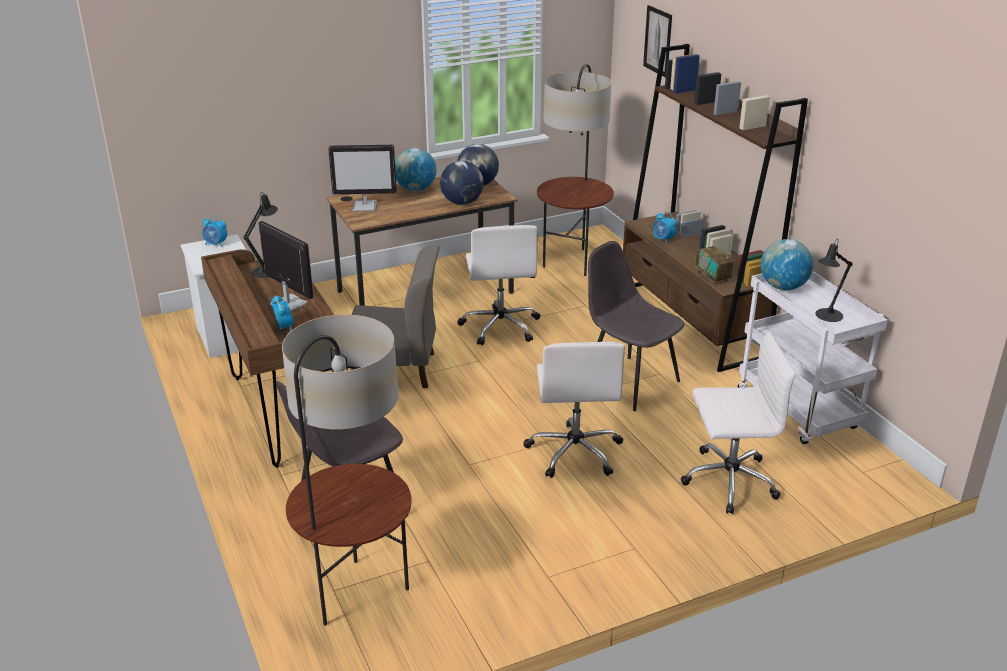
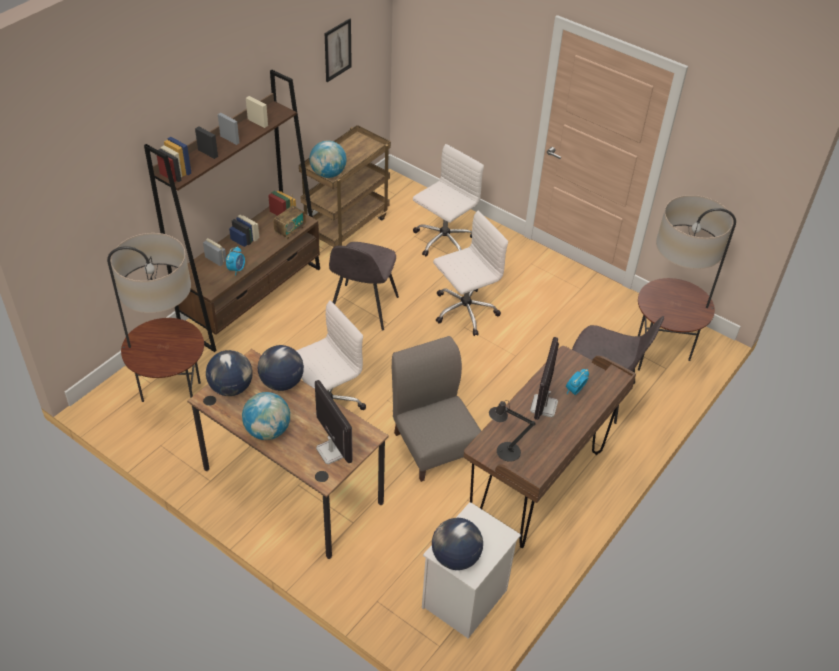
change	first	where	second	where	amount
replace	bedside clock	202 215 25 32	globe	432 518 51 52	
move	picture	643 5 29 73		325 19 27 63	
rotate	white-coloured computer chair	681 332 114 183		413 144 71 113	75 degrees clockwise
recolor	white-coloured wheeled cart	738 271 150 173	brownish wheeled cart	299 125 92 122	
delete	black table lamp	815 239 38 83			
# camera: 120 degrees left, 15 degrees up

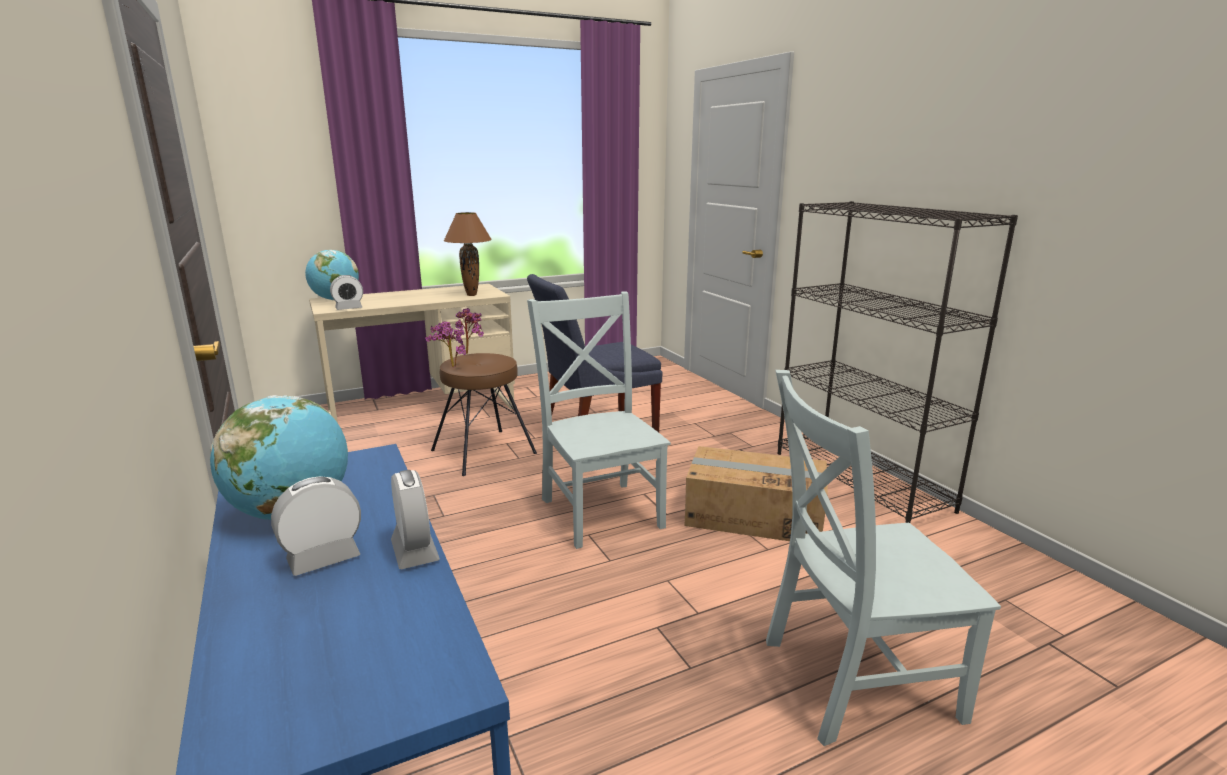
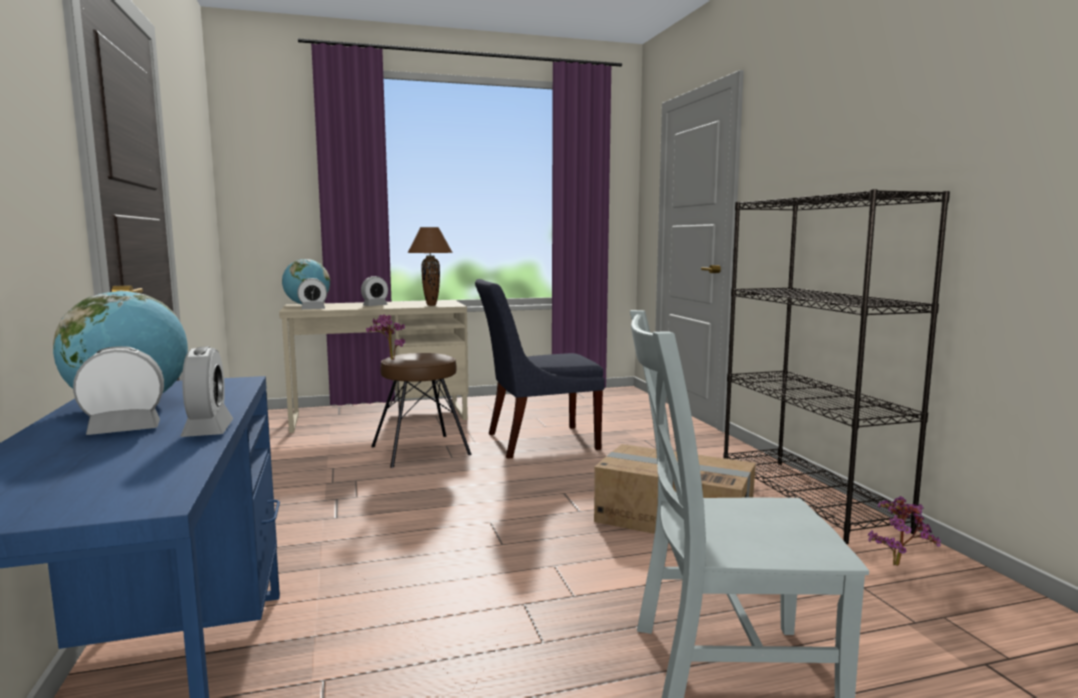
change	first	where	second	where	amount
move	houseplant	450 308 34 46		868 496 73 70	
delete	gray chair	527 291 144 258			
insert			bedside clock	361 276 27 30	
# camera: 10 degrees right, 10 degrees down

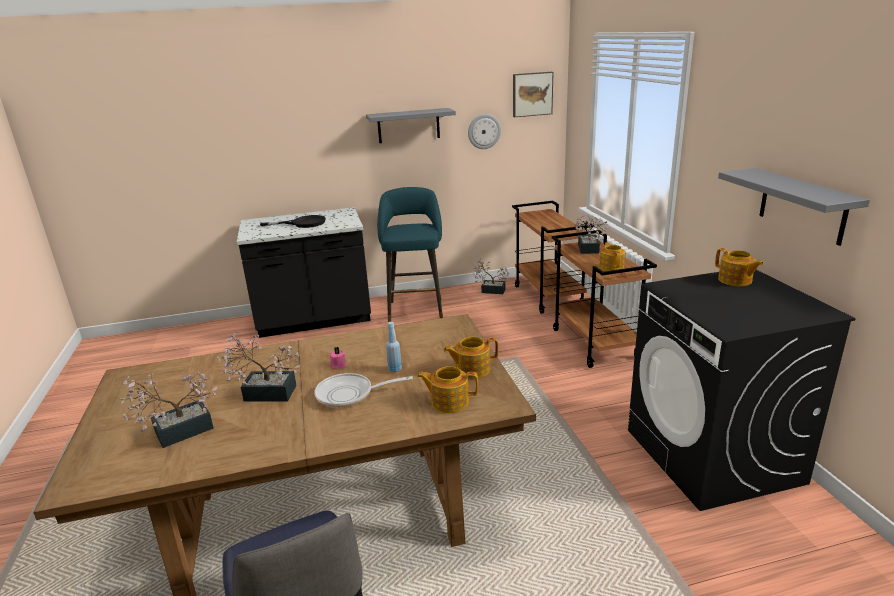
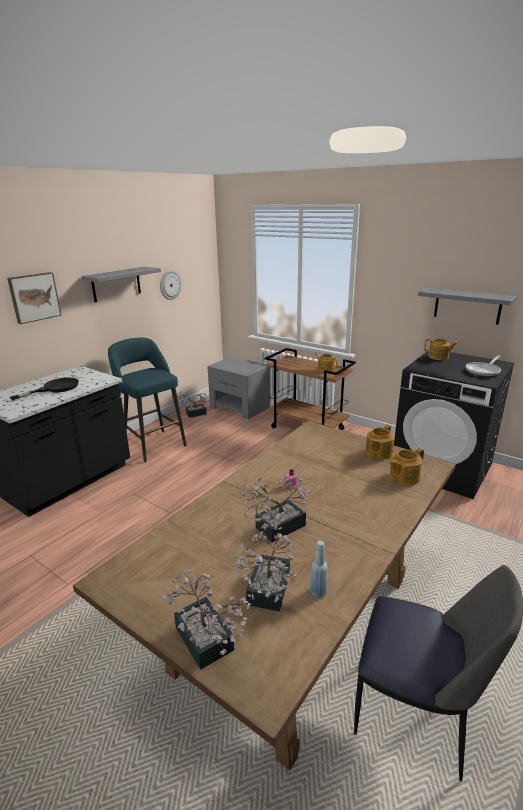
change	first	where	second	where	amount
move	skillet	315 373 98 35		466 355 35 21	
move	blue bottle	386 322 16 50		310 541 18 56	
replace	brownish wheeled cart	512 201 82 113	gray bedside table	207 357 63 63	
move	picture	513 72 40 45		7 272 54 52	
move	houseplant	575 215 34 39		162 570 89 100	
# camera: 40 degrees left, 0 degrees up

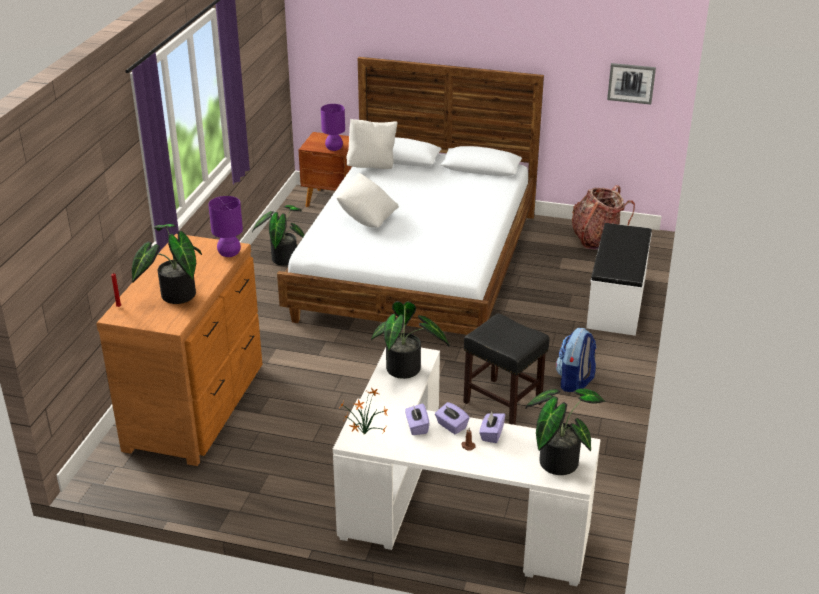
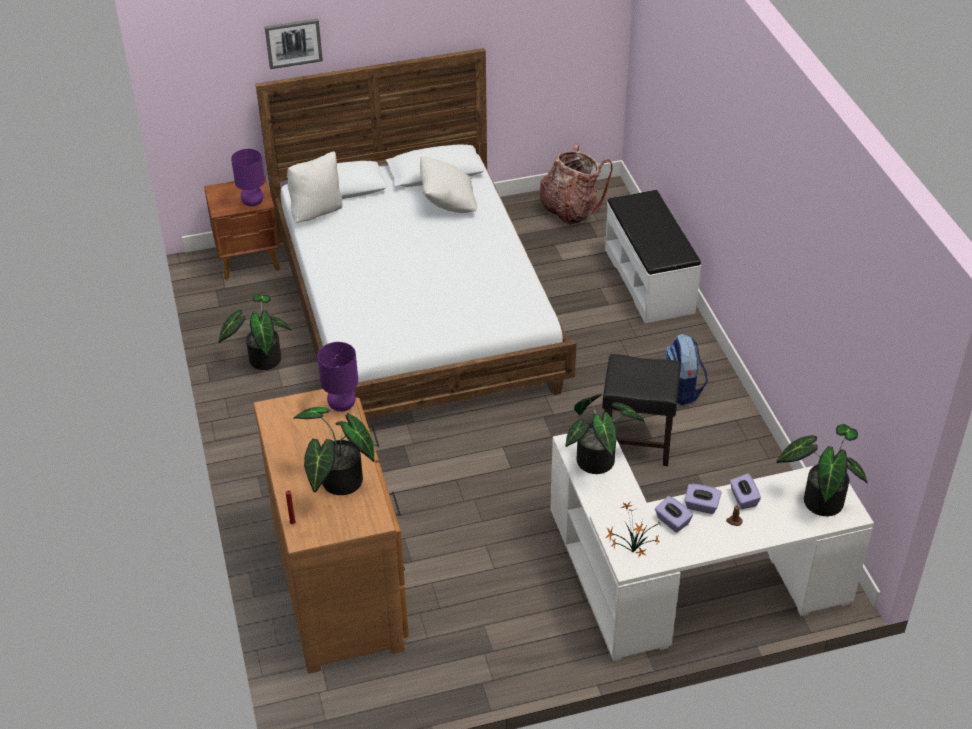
change	first	where	second	where	amount
move	white-coloured throw pillow	337 173 62 55		420 156 57 57	
move	picture	607 63 49 41		264 19 59 50	
# camera: 30 degrees left, 10 degrees up

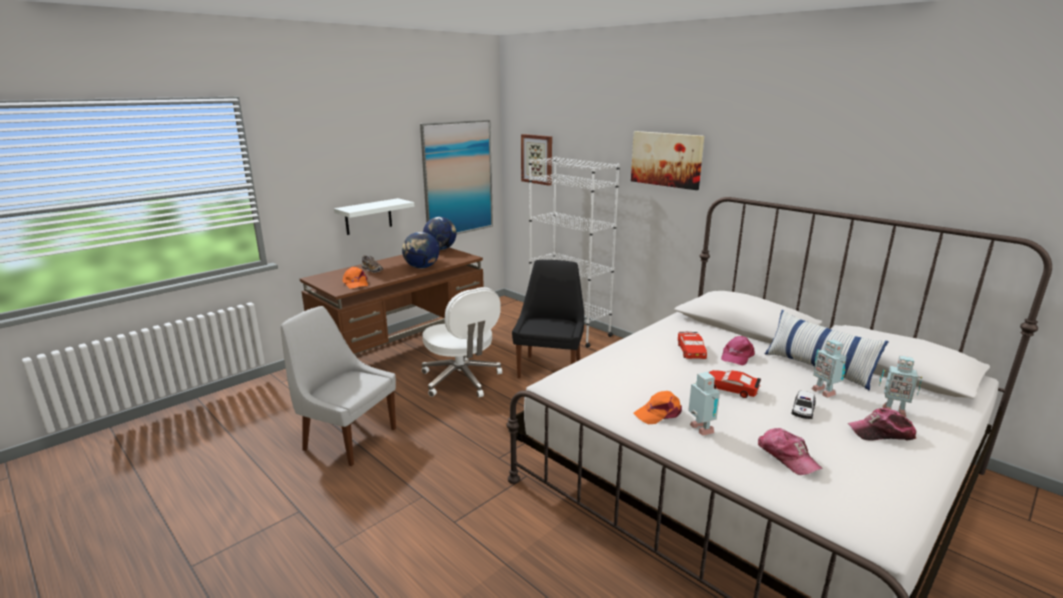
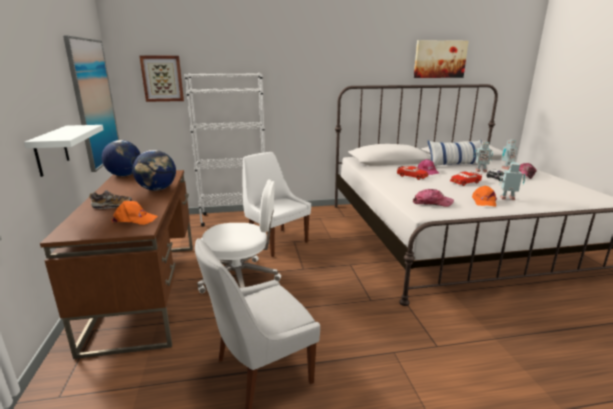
change	first	where	second	where	amount
recolor	black chair	512 260 72 118	white-coloured chair	243 152 68 105	
move	picture	631 131 73 59		414 40 54 38	
move	cap	758 428 65 47		413 189 41 18	
# camera: 55 degrees left, 0 degrees up

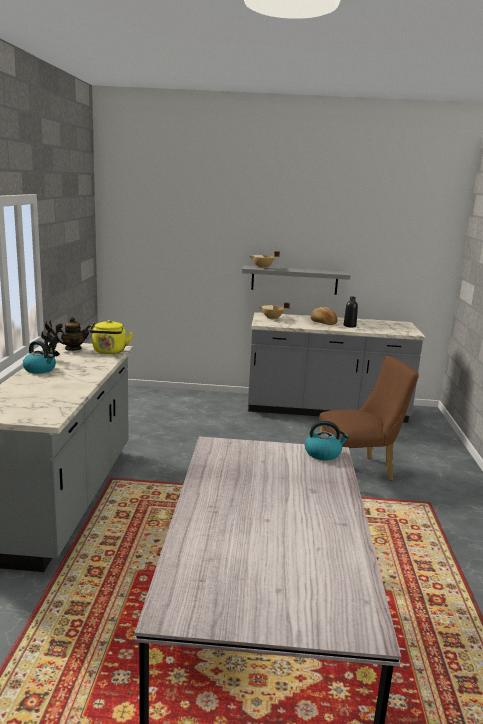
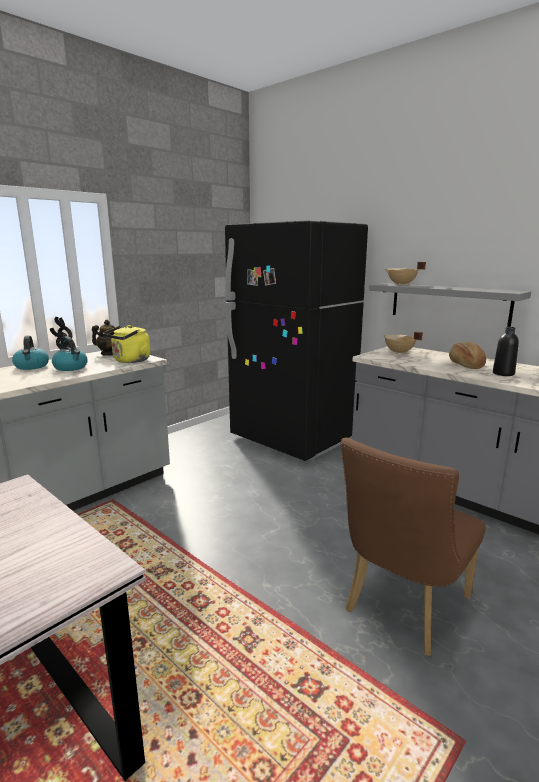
change	first	where	second	where	amount
move	water kettle	305 421 44 39		52 336 36 35	
rotate	brownish chair	319 356 100 125		341 438 144 218	105 degrees clockwise
insert			black refrigerator	225 220 143 241	
# camera: 40 degrees right, 0 degrees up

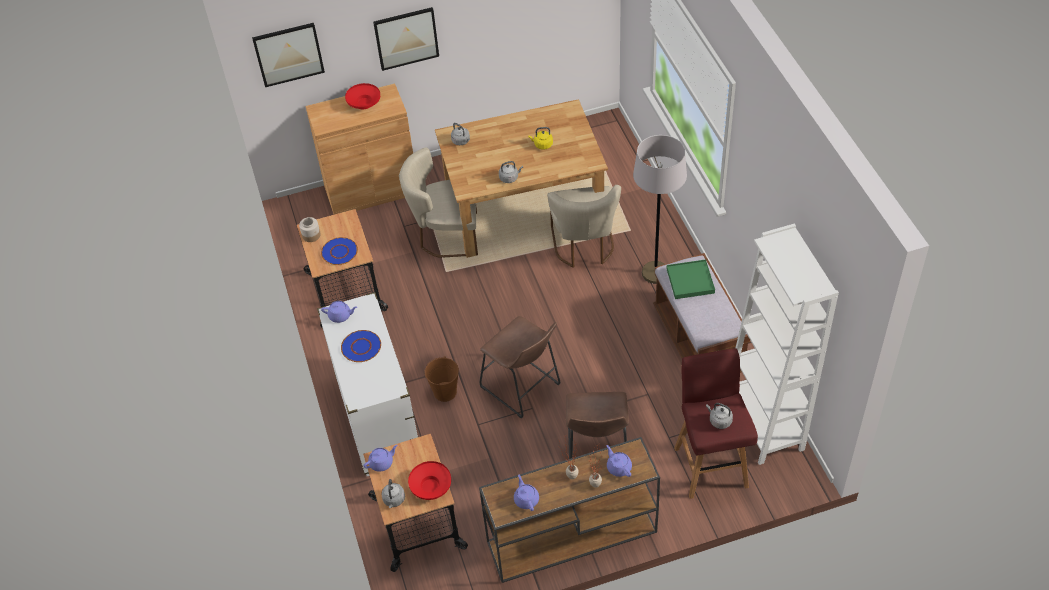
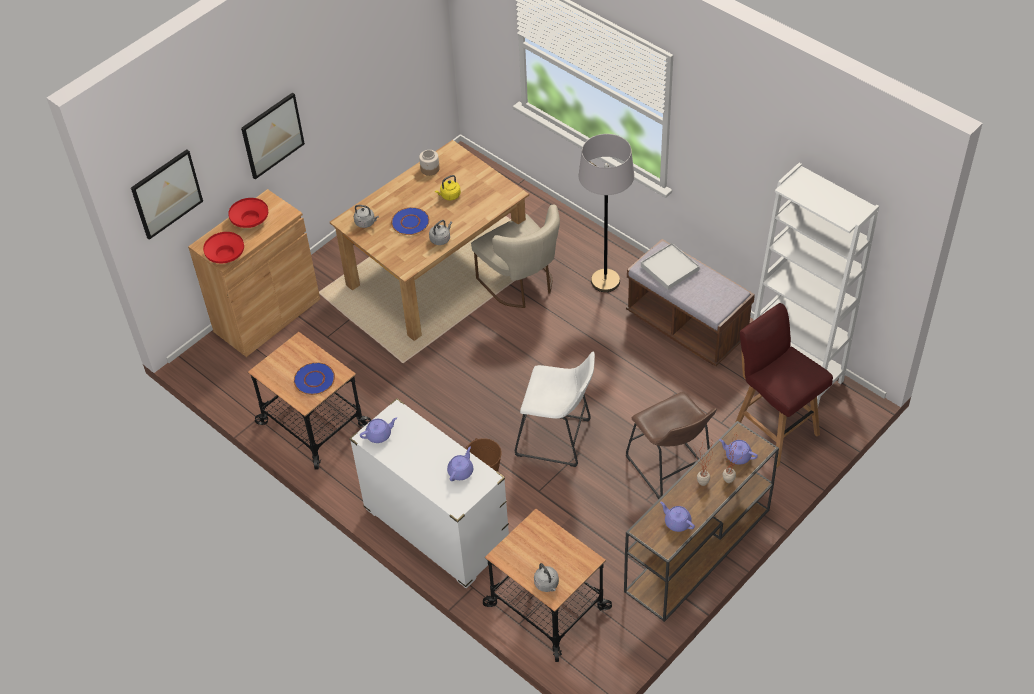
change	first	where	second	where	amount
move	preserve jar	299 217 22 25		419 150 21 26	
move	blue flat dish	341 330 40 32		391 207 39 28	
move	purple-coloured teapot	363 445 35 27		447 446 26 35	
delete	beige-coloured chair	399 147 79 111			
move	red deep dish	408 461 43 39		203 232 41 31	
recolor	brownish sitting stool	480 316 81 103	white-coloured sitting stool	515 351 80 116	
recolor	green tray	667 259 48 40	white-coloured tray	641 243 59 47	
delete	gray water kettle	706 403 27 26			
# camera: 30 degrees left, 0 degrees up

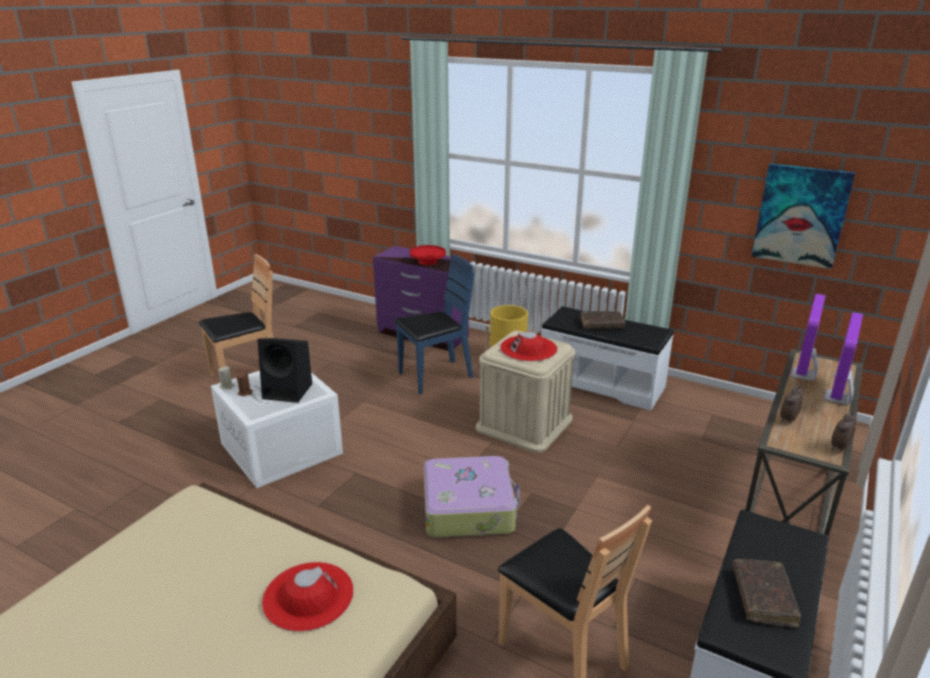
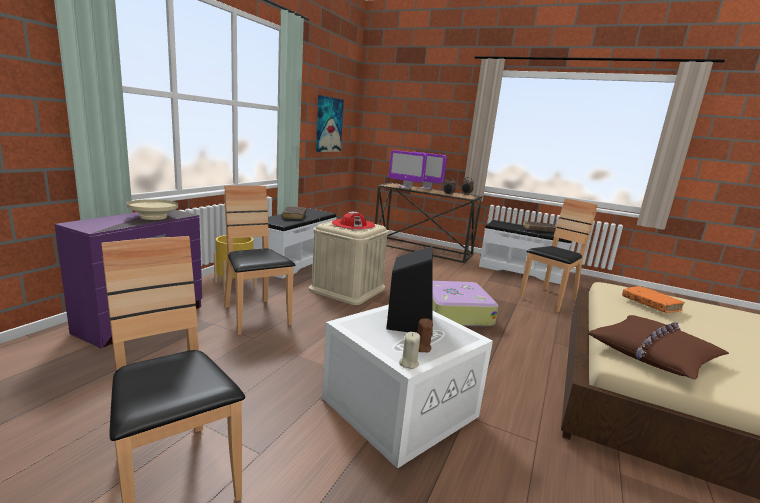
change	first	where	second	where	amount
replace	red wearable hat	262 562 92 70	orange bound book	622 286 63 27	
recolor	blue chair	394 254 81 140	brownish chair	224 185 71 150	
recolor	red deep dish	410 245 36 20	beige-coloured deep dish	127 199 51 21	
insert			brownish throw pillow	588 315 141 65	
# camera: 95 degrees left, 10 degrees down

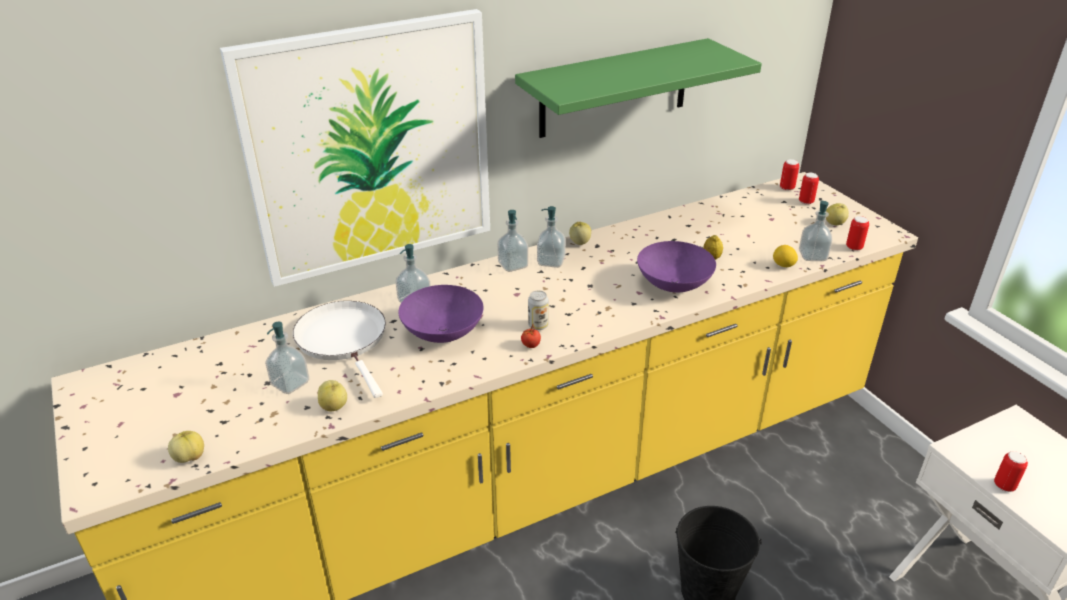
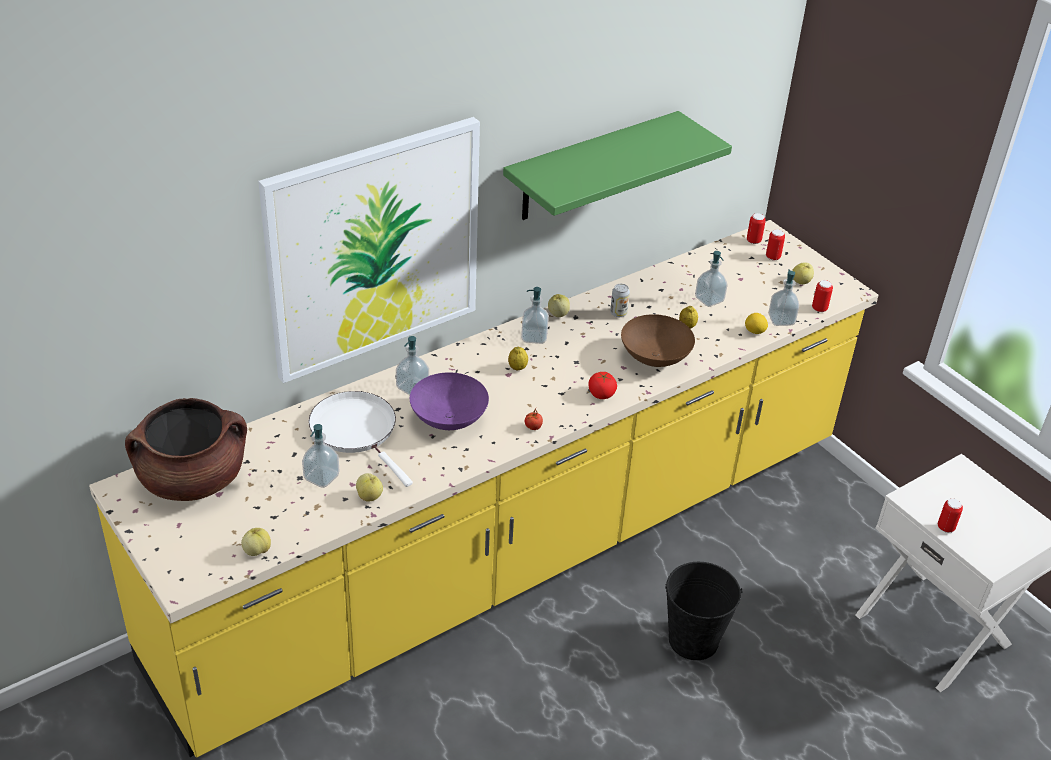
change	first	where	second	where	amount
move	soap bottle	497 210 31 62		695 251 33 56	
move	sealed can	528 290 21 40		610 284 20 33	
recolor	purple-coloured deep dish	637 241 79 52	brownish deep dish	621 314 74 53	
insert			brownish stockpot	125 398 122 103	
insert			lemon	508 346 20 25	
insert			whole tomato	588 372 29 27	
# camera: 10 degrees left, 5 degrees up

